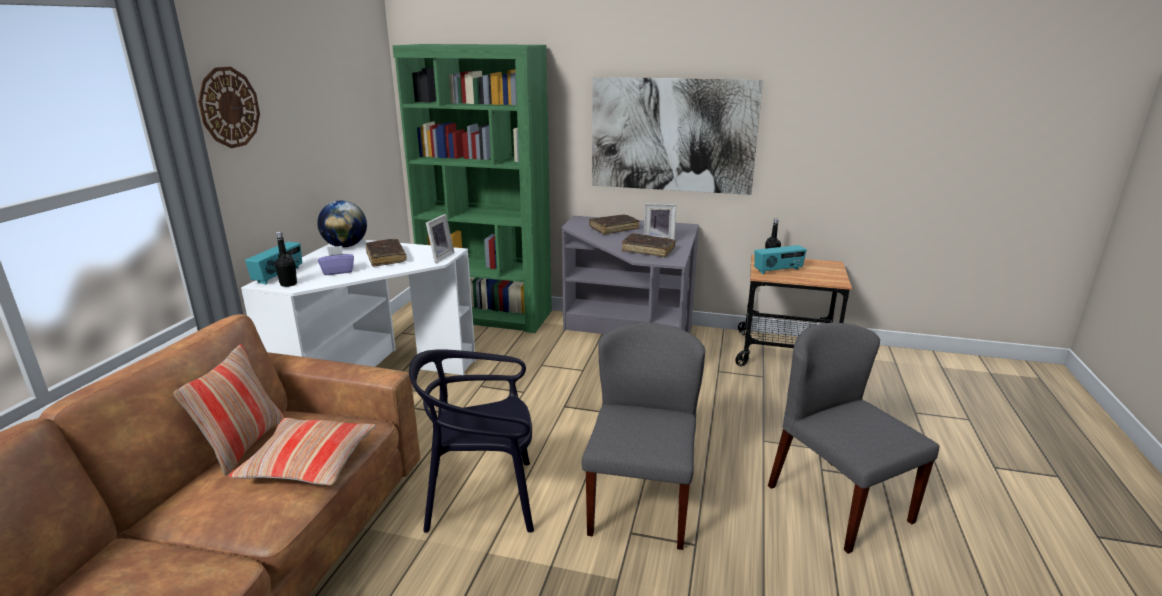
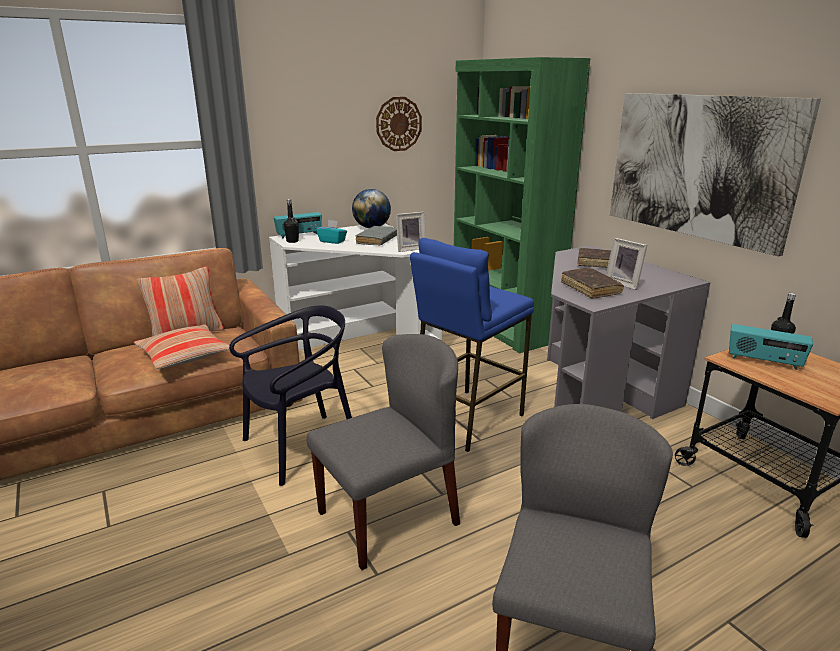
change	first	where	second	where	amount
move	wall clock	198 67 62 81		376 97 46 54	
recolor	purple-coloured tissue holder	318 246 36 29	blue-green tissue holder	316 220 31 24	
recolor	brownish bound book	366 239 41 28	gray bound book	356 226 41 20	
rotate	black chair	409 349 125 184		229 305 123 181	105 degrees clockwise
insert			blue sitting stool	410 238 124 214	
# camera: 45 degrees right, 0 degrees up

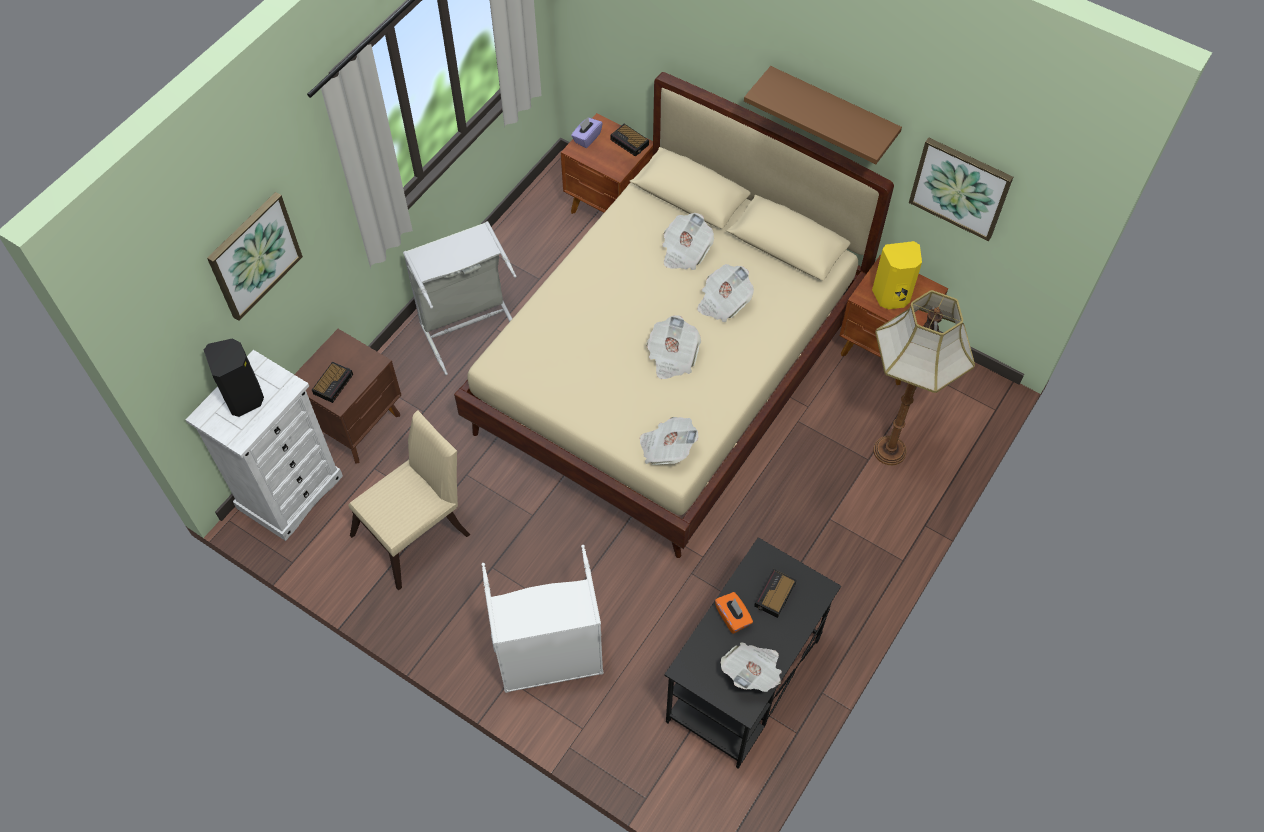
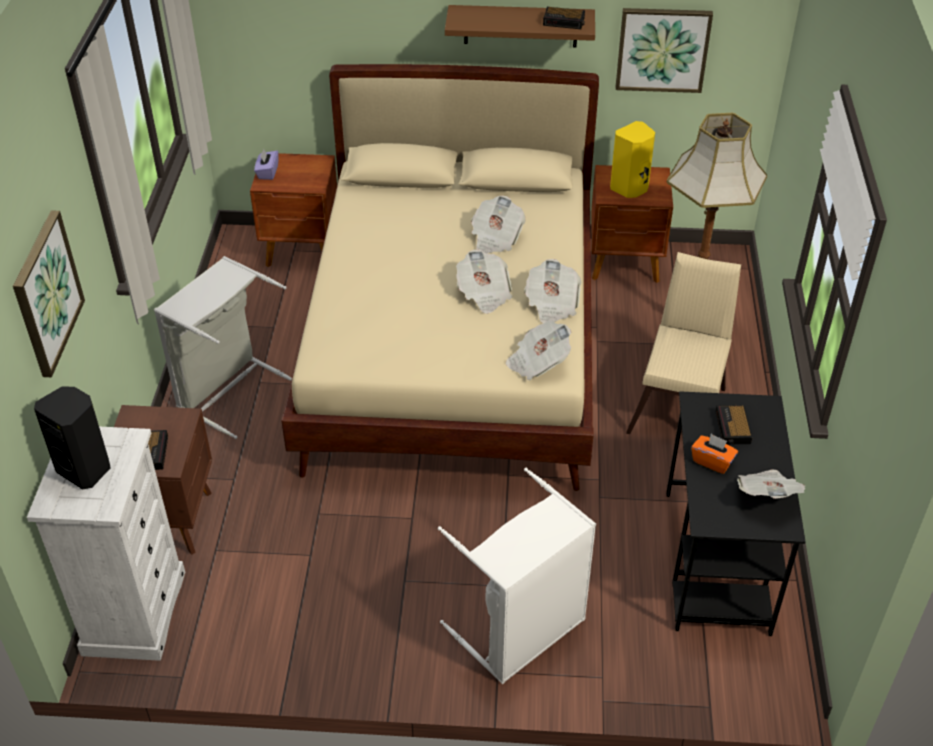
change	first	where	second	where	amount
move	beige-coloured chair	348 410 122 180		626 252 115 182	
move	bedside clock	610 124 39 33		543 7 42 22	
move	daily paper	662 213 52 57		524 259 58 65	
# camera: 30 degrees left, 15 degrees down

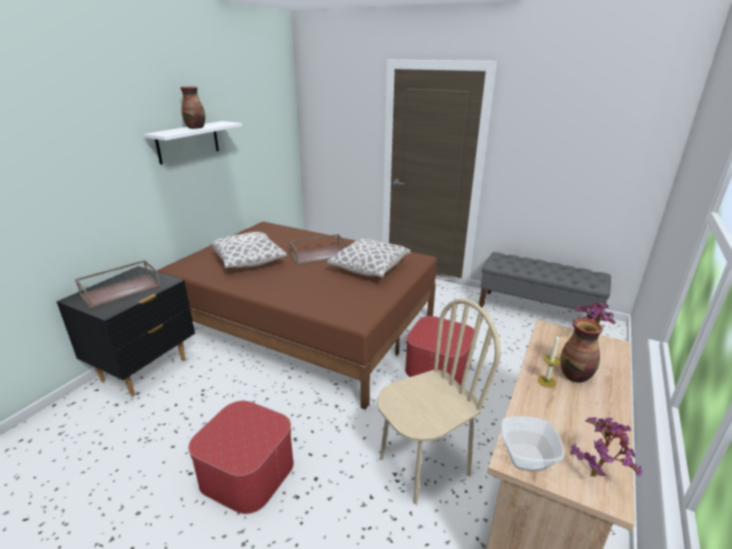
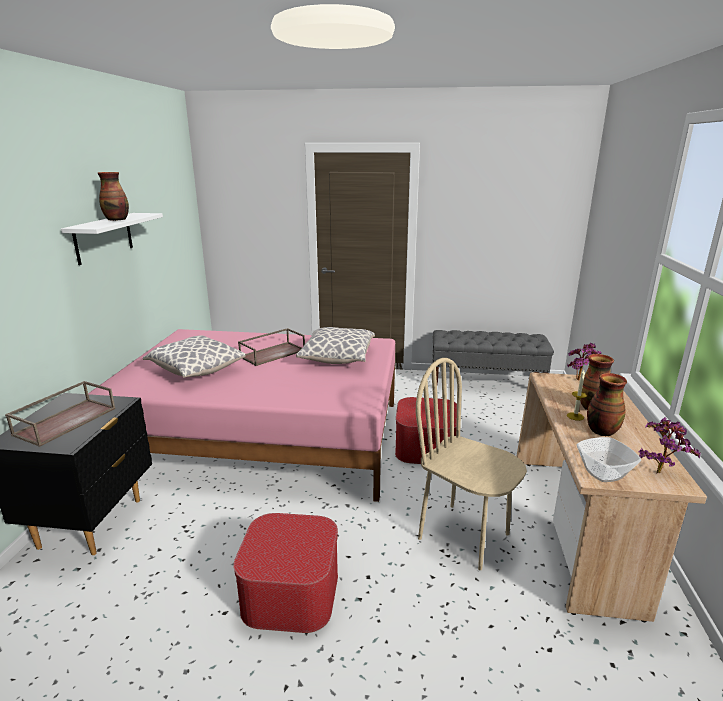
change	first	where	second	where	amount
recolor	brownish bedroom bed	157 222 280 188	pink bedroom bed	88 329 307 173	
rotate	beige-coloured chair	377 298 123 206		416 358 111 212	90 degrees counterclockwise
insert			decorative vase	587 373 40 63	
# camera: 20 degrees left, 5 degrees down

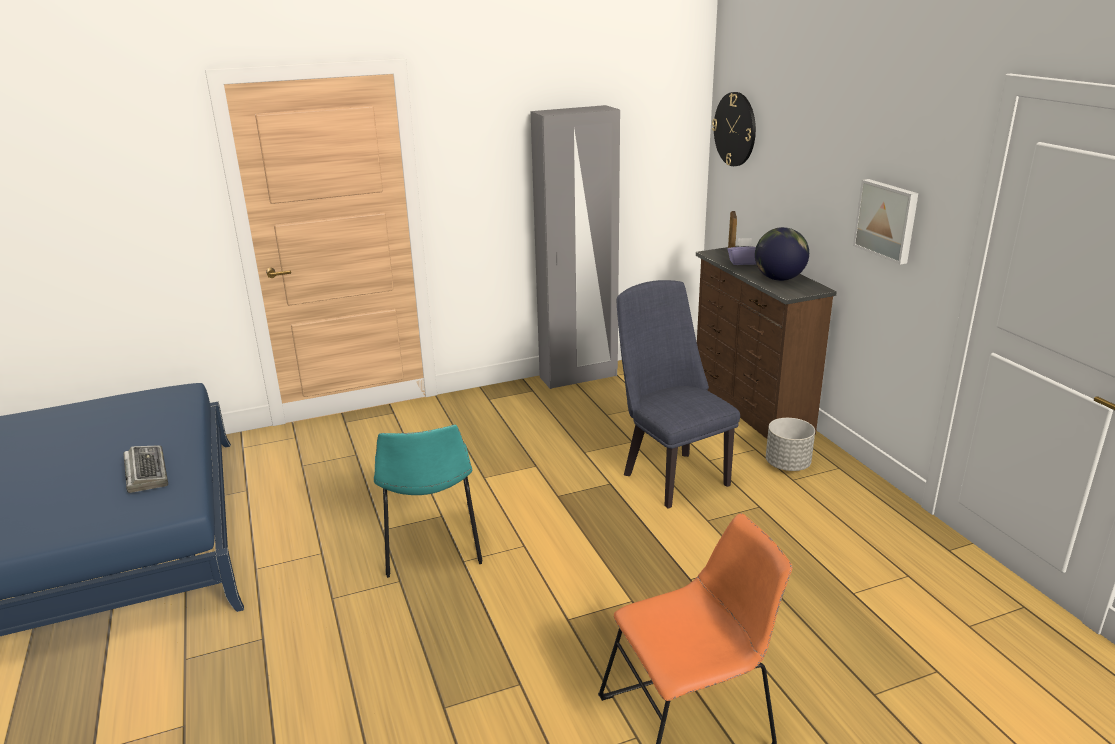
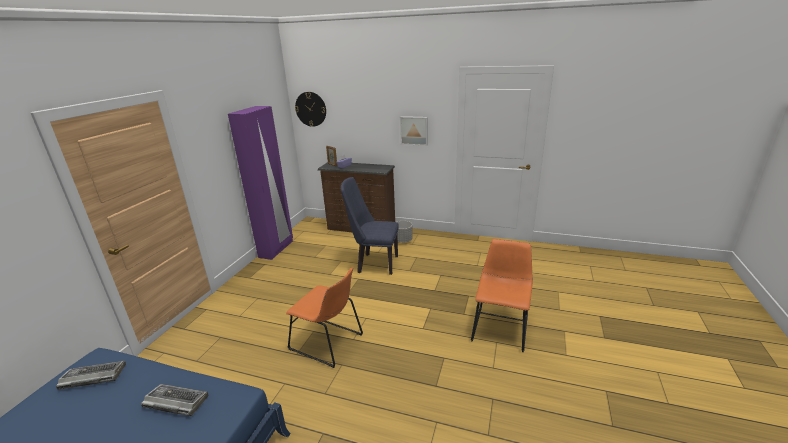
change	first	where	second	where	amount
recolor	blue-green chair	374 425 109 153	orange chair	286 267 77 101	
recolor	gray armoire	530 105 90 284	purple-coloured armoire	228 106 65 154	
delete	globe	755 227 54 54			
insert			computer keyboard	56 361 70 29	
# camera: 50 degrees left, 0 degrees up

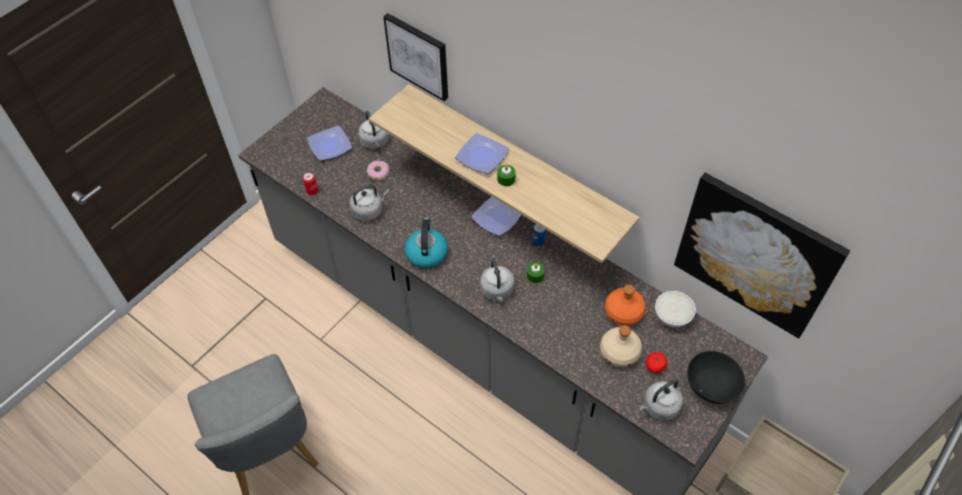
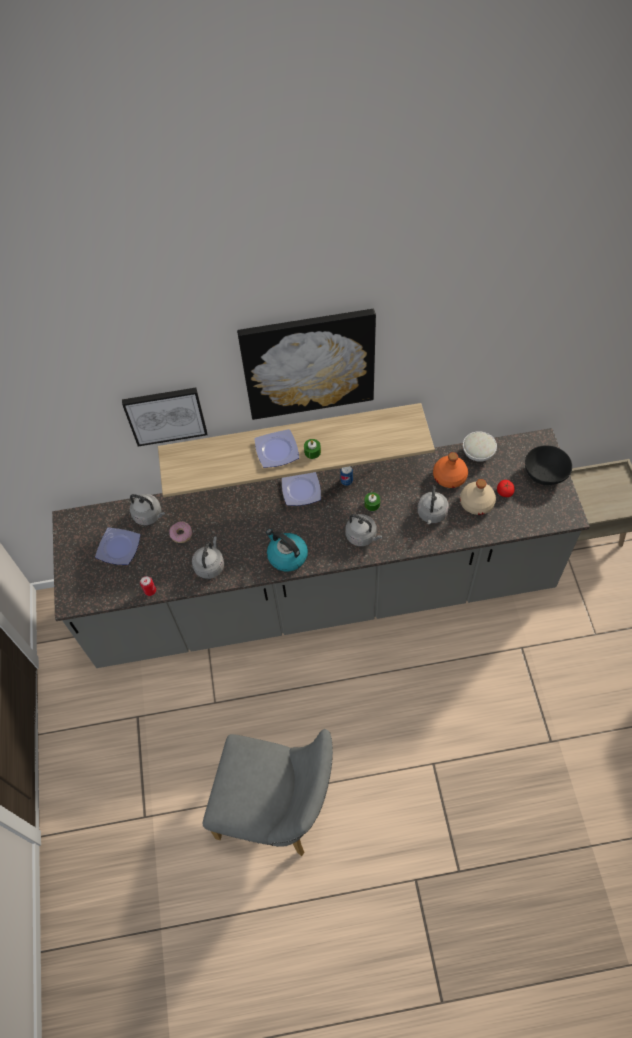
change	first	where	second	where	amount
move	gray water kettle	639 379 44 42		417 486 32 38	
move	picture	674 173 176 165		237 309 139 111	
# camera: 45 degrees left, 5 degrees up

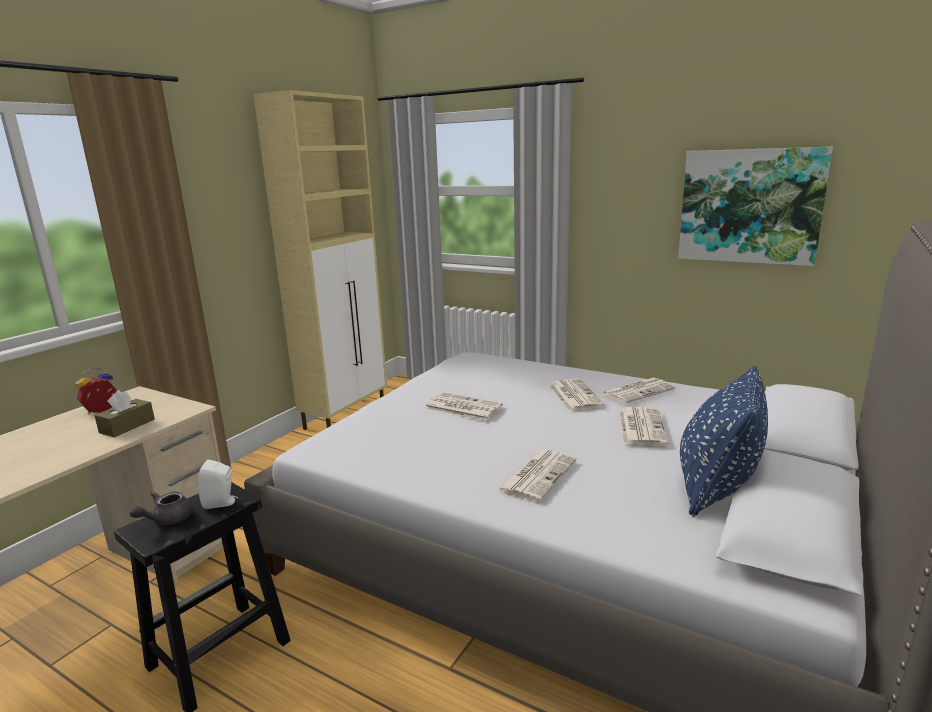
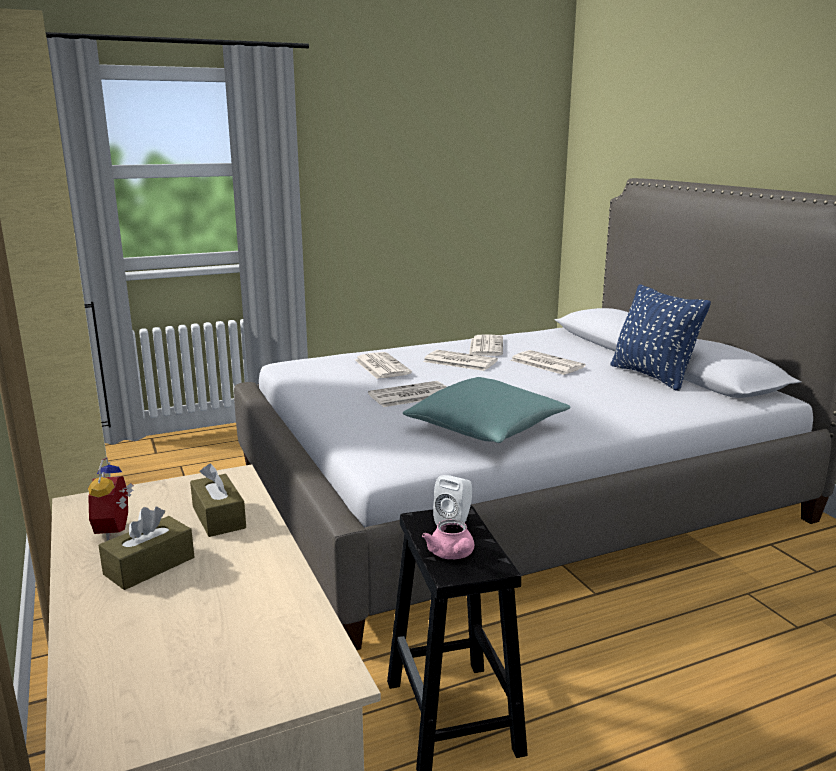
change	first	where	second	where	amount
recolor	gray teapot	129 491 64 34	pink teapot	422 519 52 40	
move	daily paper	496 449 81 53		355 352 57 27	
delete	picture	678 147 155 119			
insert			brownish tissue holder	98 507 96 83	
insert			blue-green throw pillow	403 377 167 66	
# camera: 55 degrees left, 0 degrees up

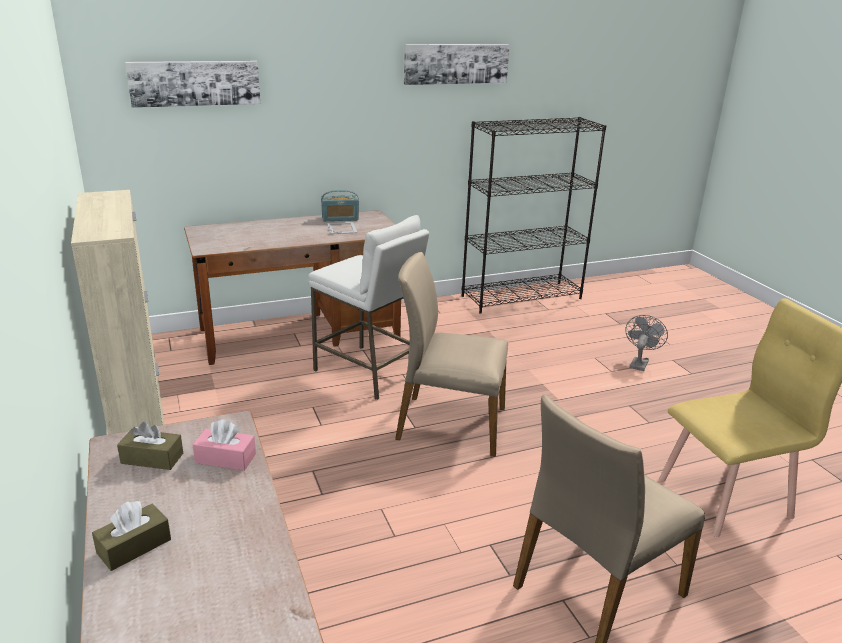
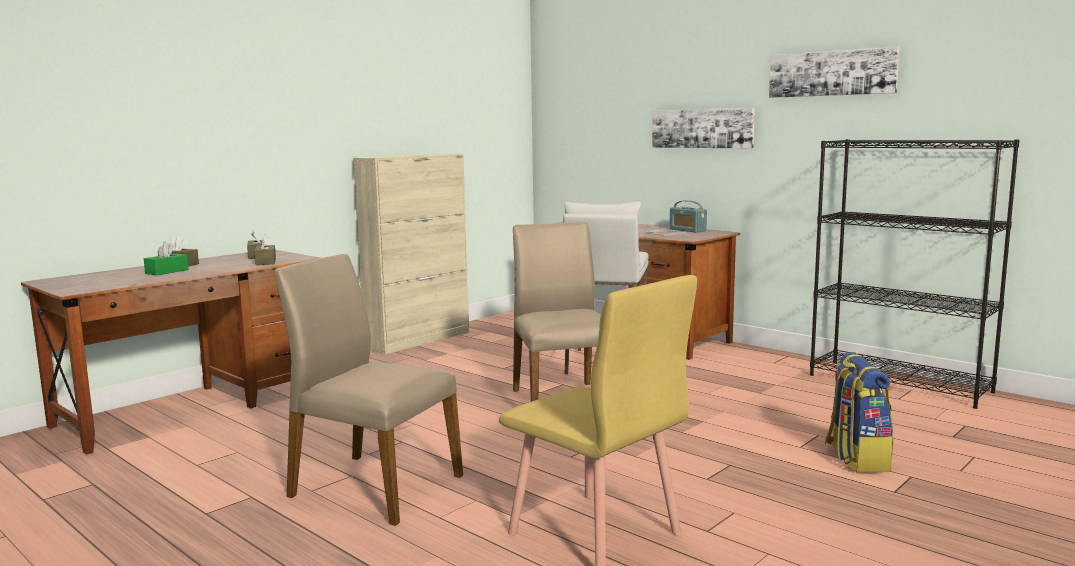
change	first	where	second	where	amount
move	picture	125 61 135 47		652 108 103 40	
recolor	pink tissue holder	193 419 63 52	brownish tissue holder	254 234 22 31	
replace	gray cooling fan	625 315 43 56	backpack	825 352 68 121	
insert			green tissue holder	144 242 45 34	
# camera: 65 degrees right, 15 degrees down

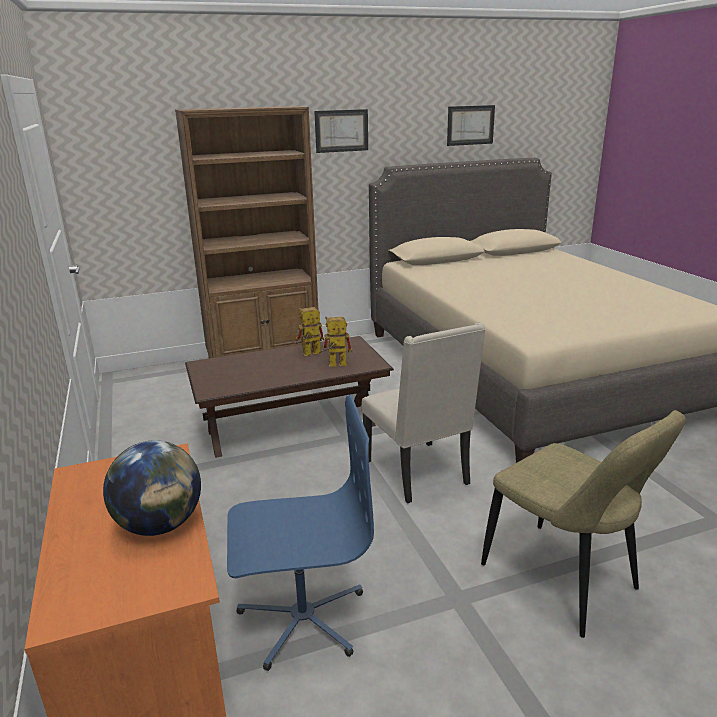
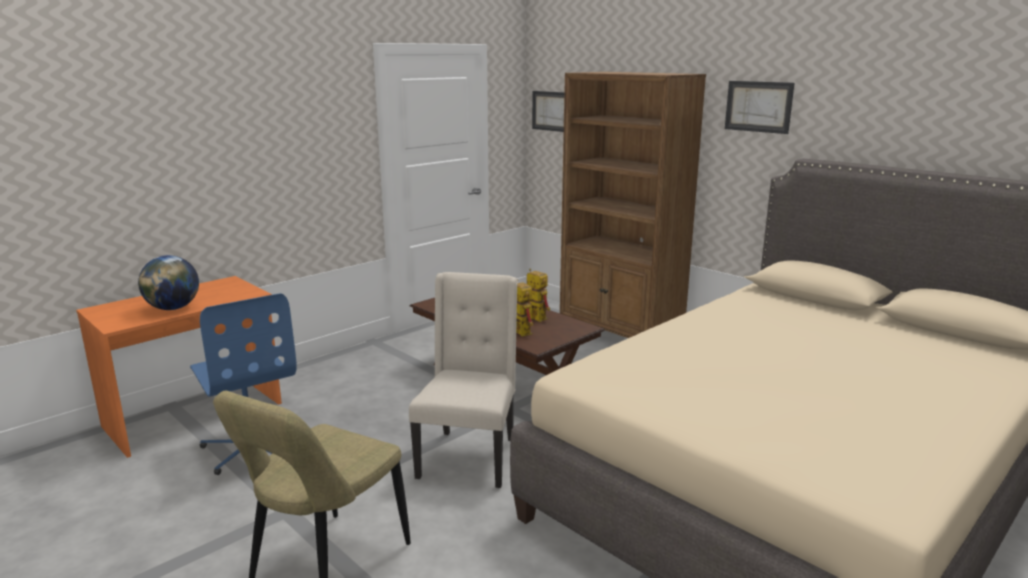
change	first	where	second	where	amount
rotate	beige-coloured chair	362 323 123 180		409 272 109 216	150 degrees clockwise
move	picture	447 105 48 41		532 91 32 41	
# camera: 65 degrees right, 5 degrees down

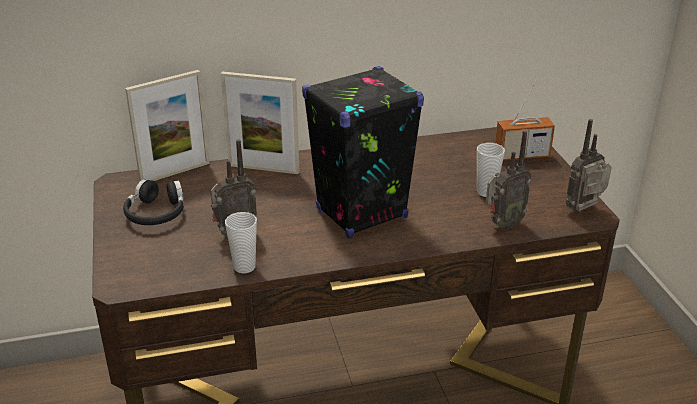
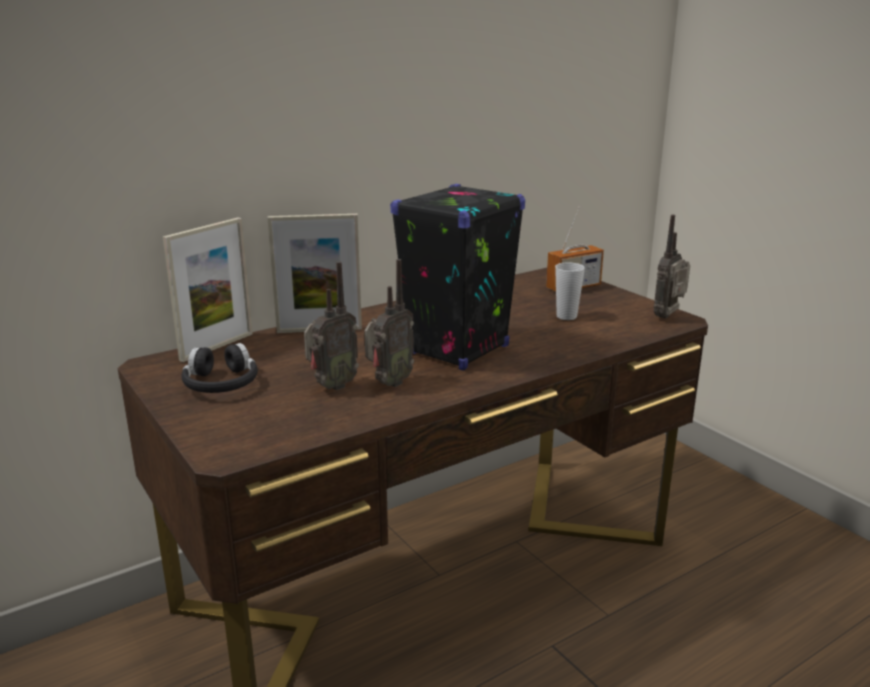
change	first	where	second	where	amount
delete	small cup	225 212 32 61			
move	radio set	486 130 45 99		364 259 50 128	
# camera: 20 degrees left, 10 degrees down

